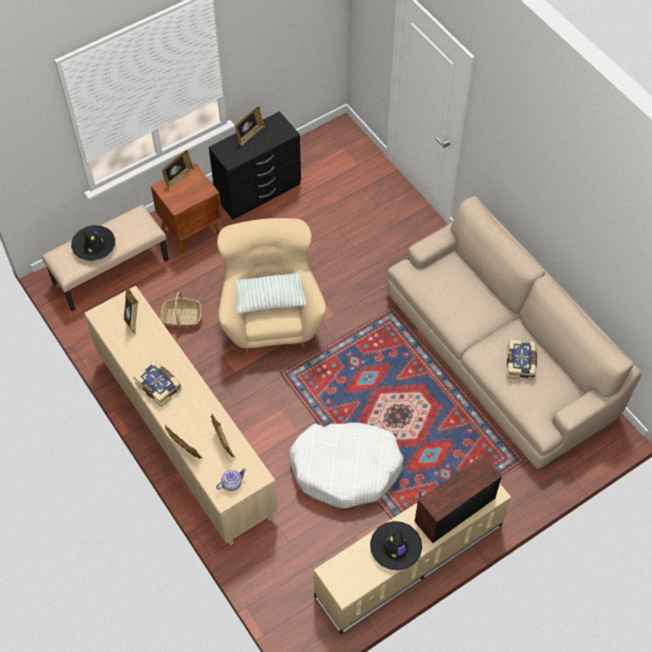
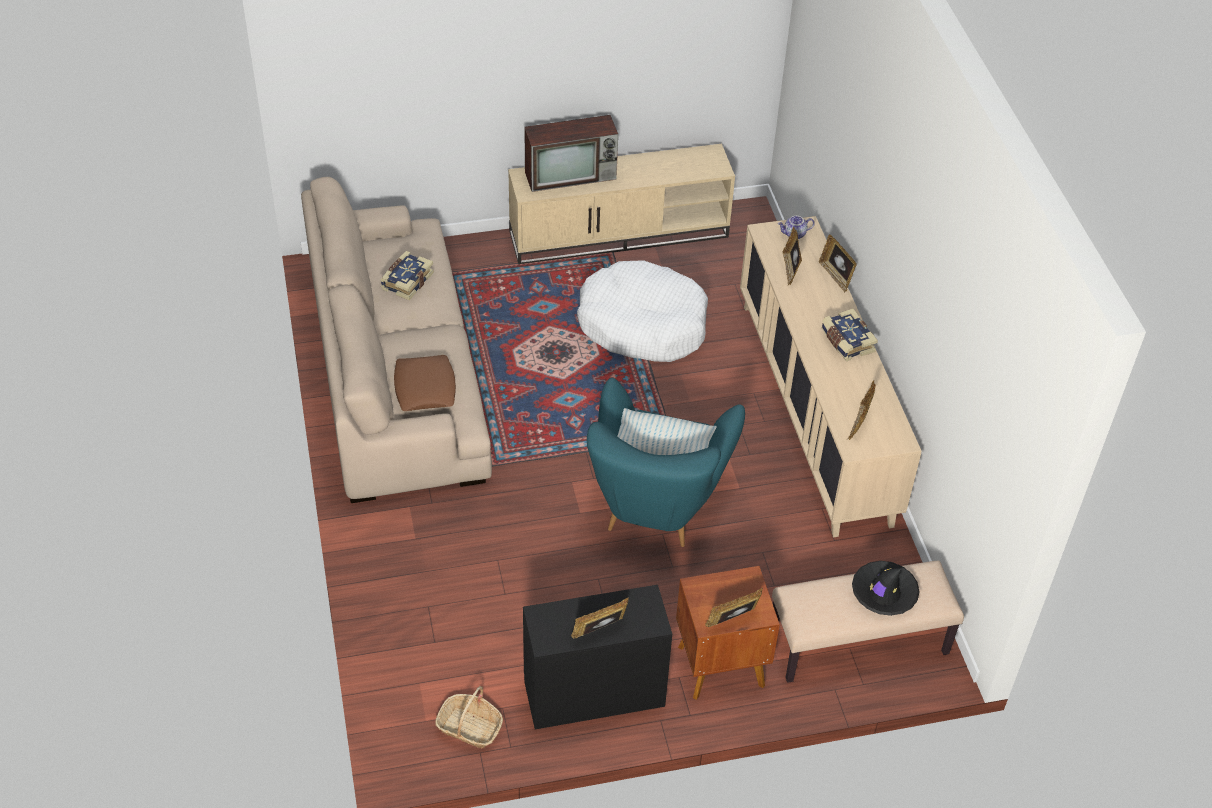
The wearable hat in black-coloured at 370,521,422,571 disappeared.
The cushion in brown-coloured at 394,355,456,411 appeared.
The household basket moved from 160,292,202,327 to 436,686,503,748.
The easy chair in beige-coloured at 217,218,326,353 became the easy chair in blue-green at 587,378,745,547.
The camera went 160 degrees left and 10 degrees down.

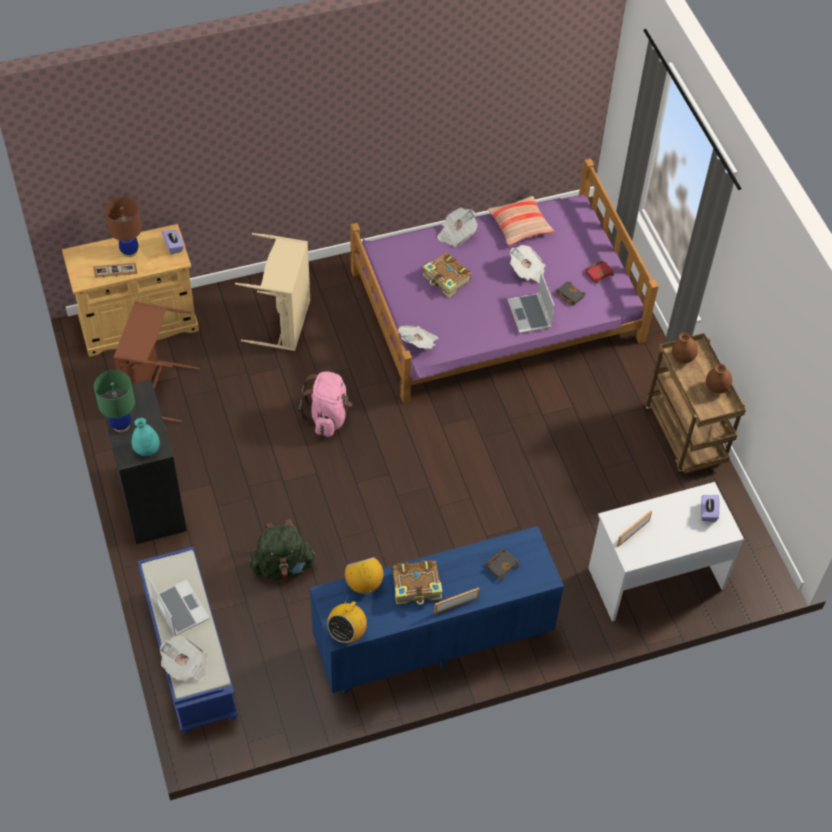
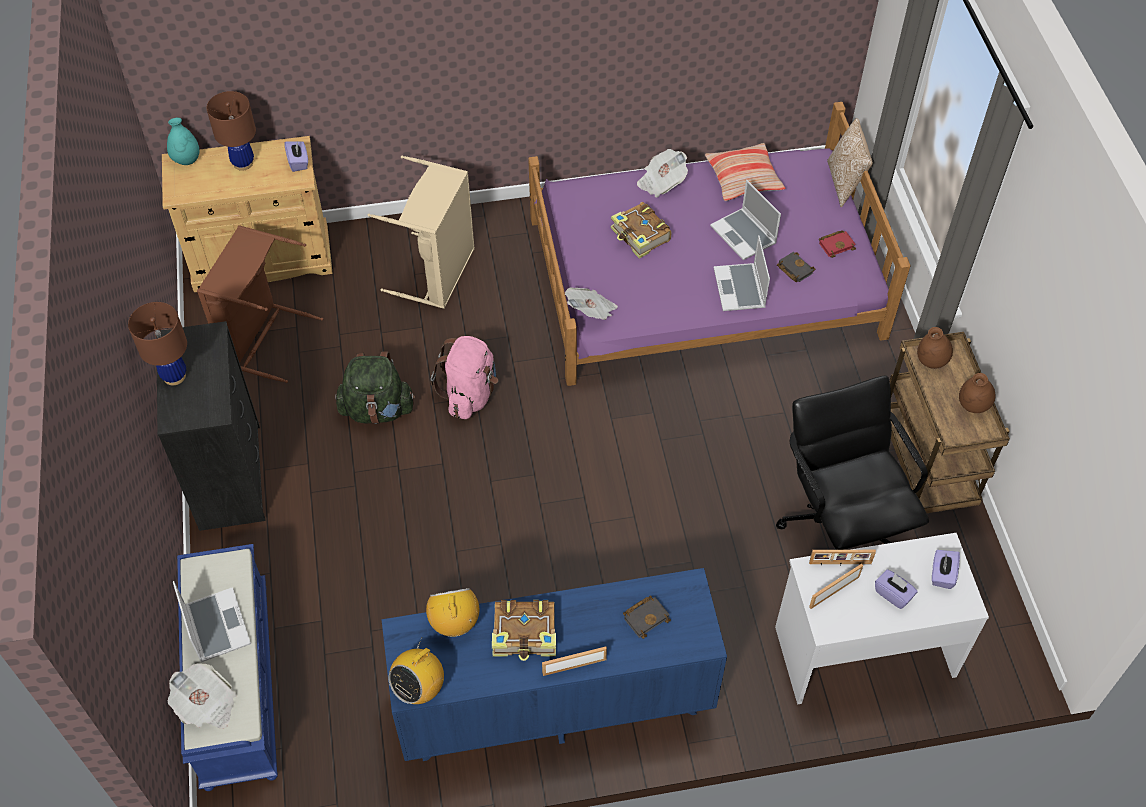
The office chair in black-coloured at 776,375,929,550 appeared.
The cushion at 827,118,873,207 appeared.
The tissue box in purplish at 875,569,918,609 appeared.
The photo frame moved from 93,262,137,278 to 809,550,876,566.
The flower vase in blue-green moved from 132,418,160,456 to 167,118,199,165.
The rucksack in greenish moved from 249,519,316,580 to 335,351,415,424.
The daily paper at 510,245,545,283 was replaced by the notebook computer at 710,180,781,260.
The tabletop lamp in greenish at 94,370,135,432 became the tabletop lamp in brown-coloured at 128,302,187,385.
The camera went 10 degrees right and 0 degrees up.

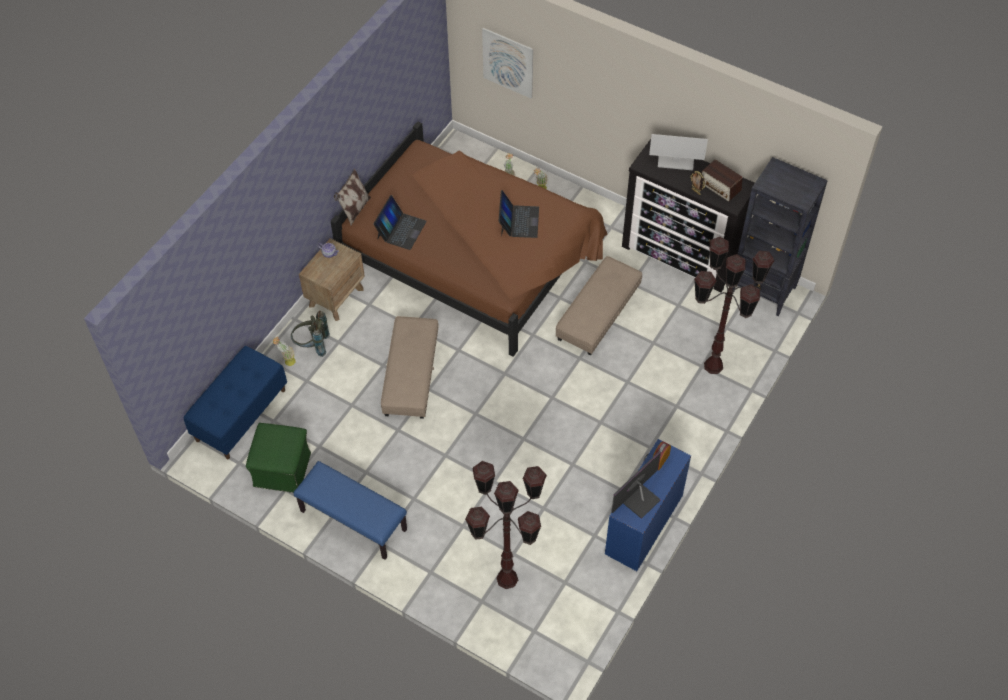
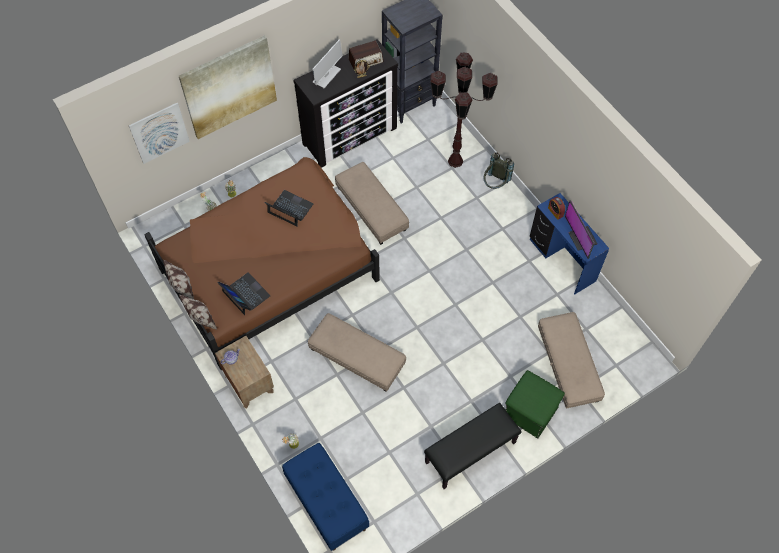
The cushion at 163,260,194,299 appeared.
The wall art at 179,35,277,139 appeared.
The ottoman in greenish moved from 246,423,311,493 to 505,370,565,438.
The rucksack in greyish moved from 291,311,330,357 to 484,152,514,189.
The standing lamp in brown-coloured at 465,461,547,589 was replaced by the ottoman in beige-coloured at 538,312,605,409.
The bench in blue-coloured at 293,461,407,560 became the bench in black-coloured at 424,403,522,489.
The camera went 65 degrees left and 5 degrees up.

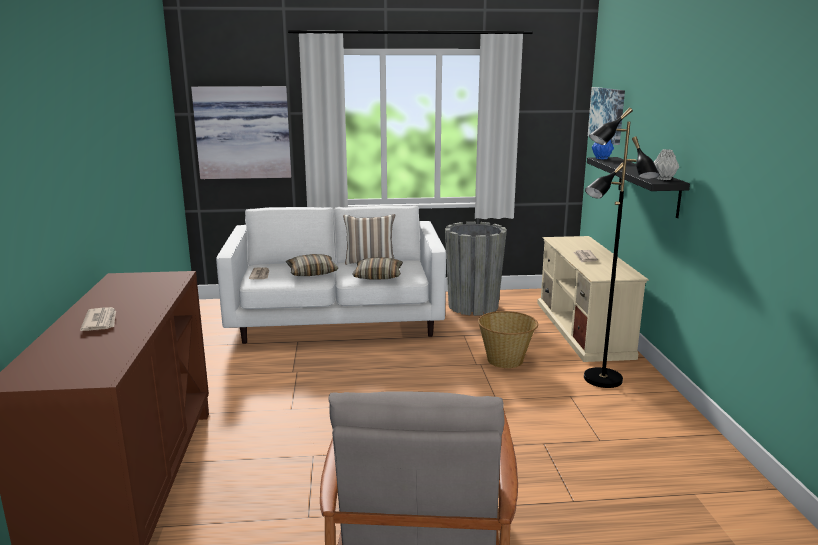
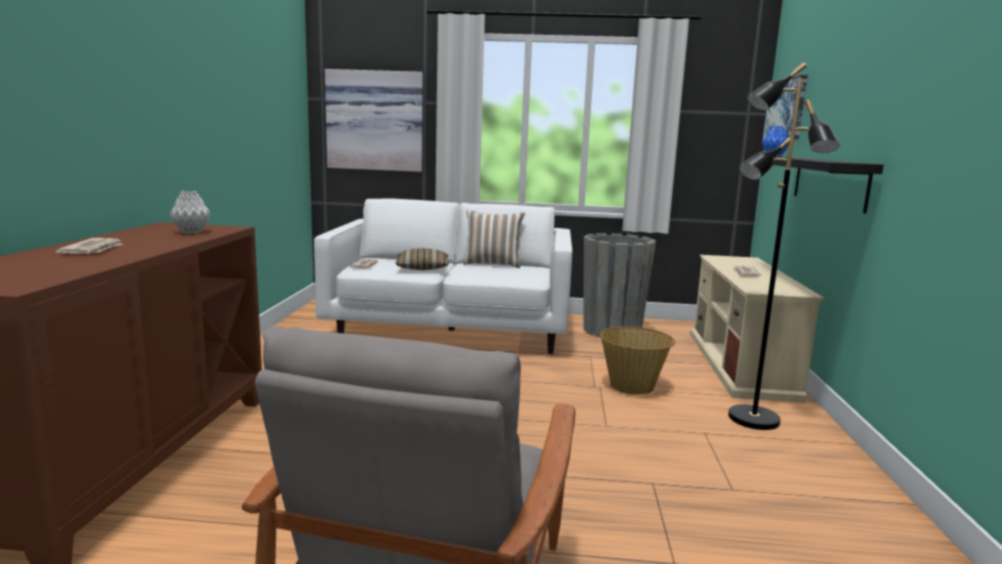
The cushion at 352,257,403,279 disappeared.
The flower vase in greyish moved from 654,149,679,180 to 170,191,210,234.
The camera went 10 degrees right and 5 degrees down.

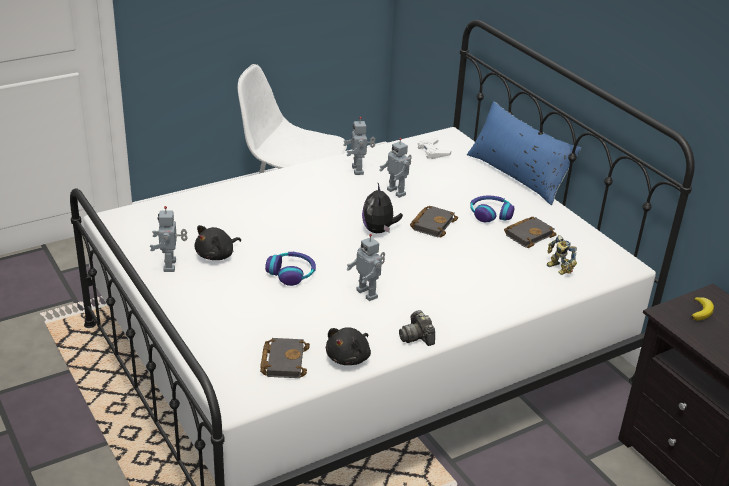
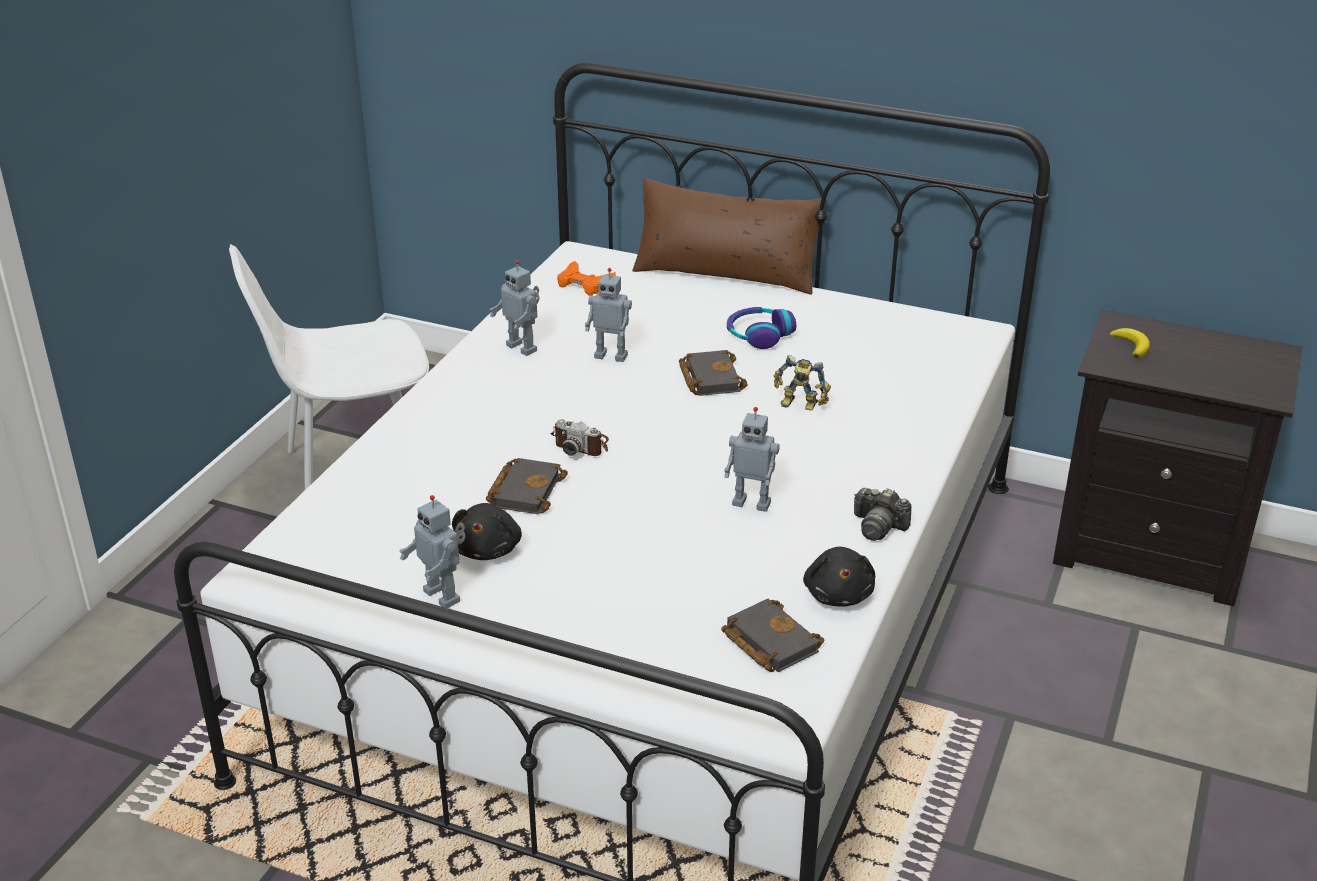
The headset at 265,252,316,286 disappeared.
The soft toy at 362,183,403,233 disappeared.
The photo camera at 551,419,609,456 appeared.
The volume in black-coloured moved from 504,217,557,248 to 486,458,568,514.
The robot figure moved from 547,235,577,275 to 773,355,831,411.
The gamepad in whitish at 418,137,451,159 became the gamepad in orange at 557,261,616,296.
The cushion in blue-coloured at 467,101,582,205 became the cushion in brown-coloured at 632,178,821,295.
The camera went 35 degrees left and 0 degrees up.

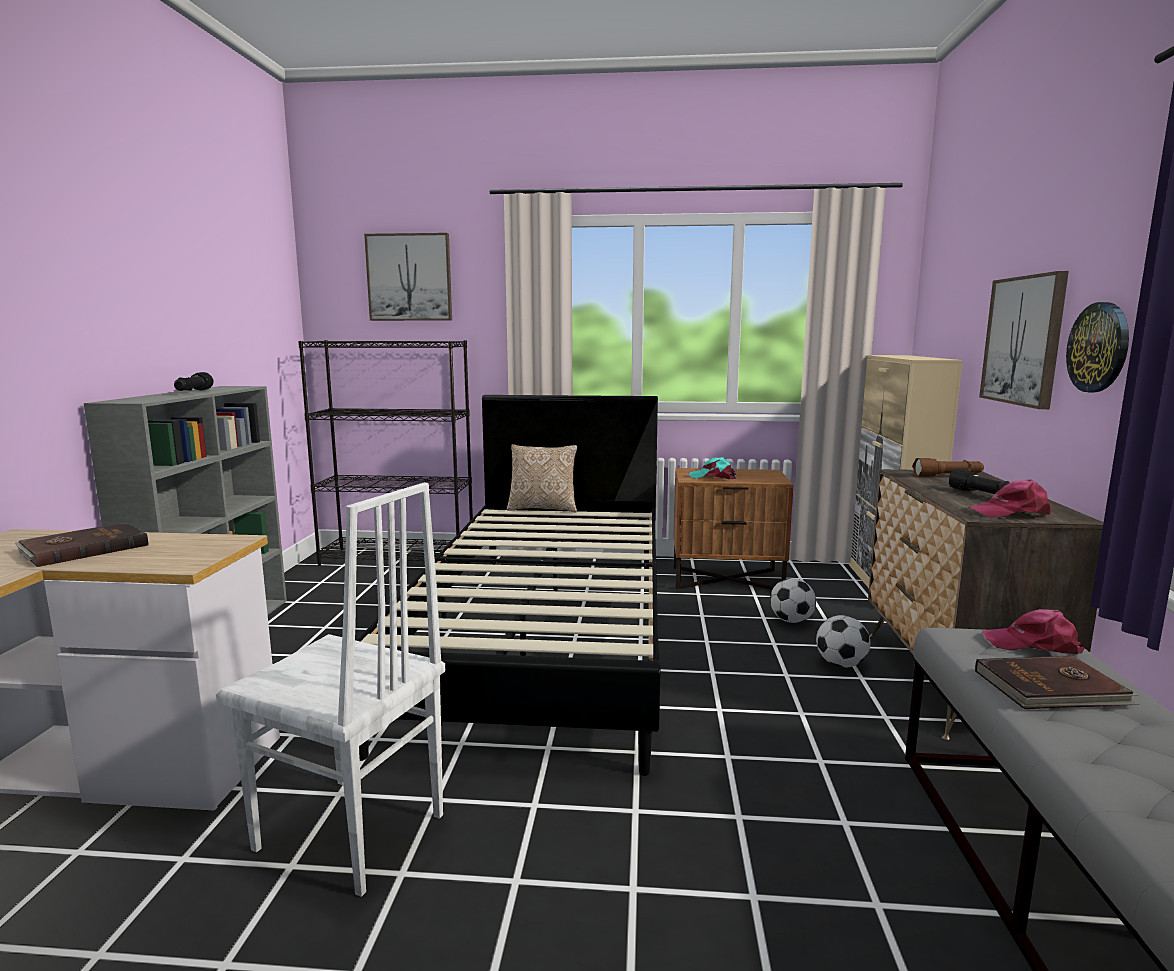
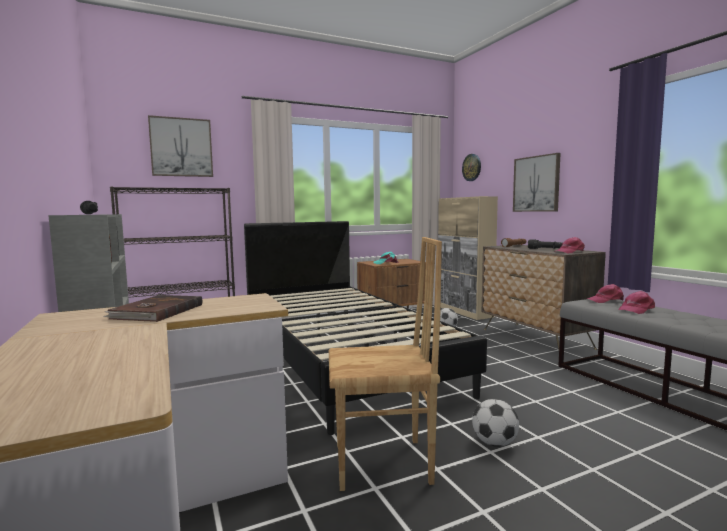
The cushion at 506,444,577,513 disappeared.
The football ball moved from 816,615,870,668 to 472,399,519,447.
The wall clock moved from 1066,302,1129,392 to 462,154,481,181.
The volume in brown-coloured at 975,656,1139,709 was replaced by the peaked cap in pinkish at 618,291,655,314.
The chair in whitish at 216,482,445,897 became the chair in brown-coloured at 329,237,442,491.
The camera went 30 degrees left and 5 degrees down.

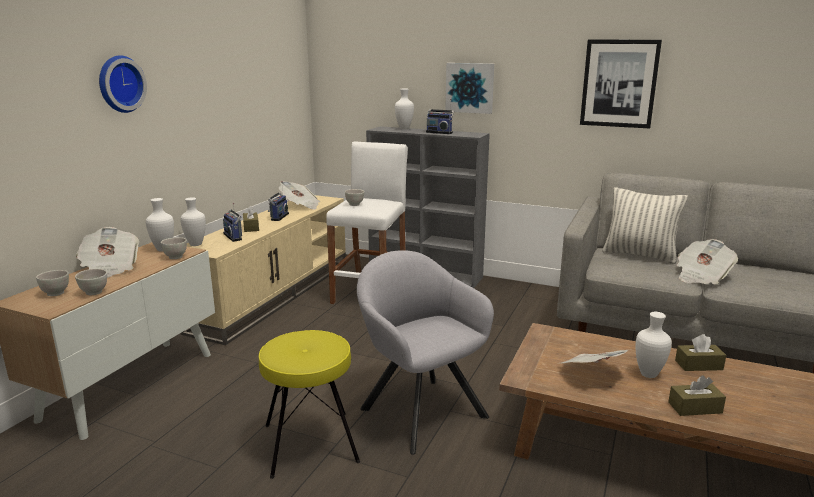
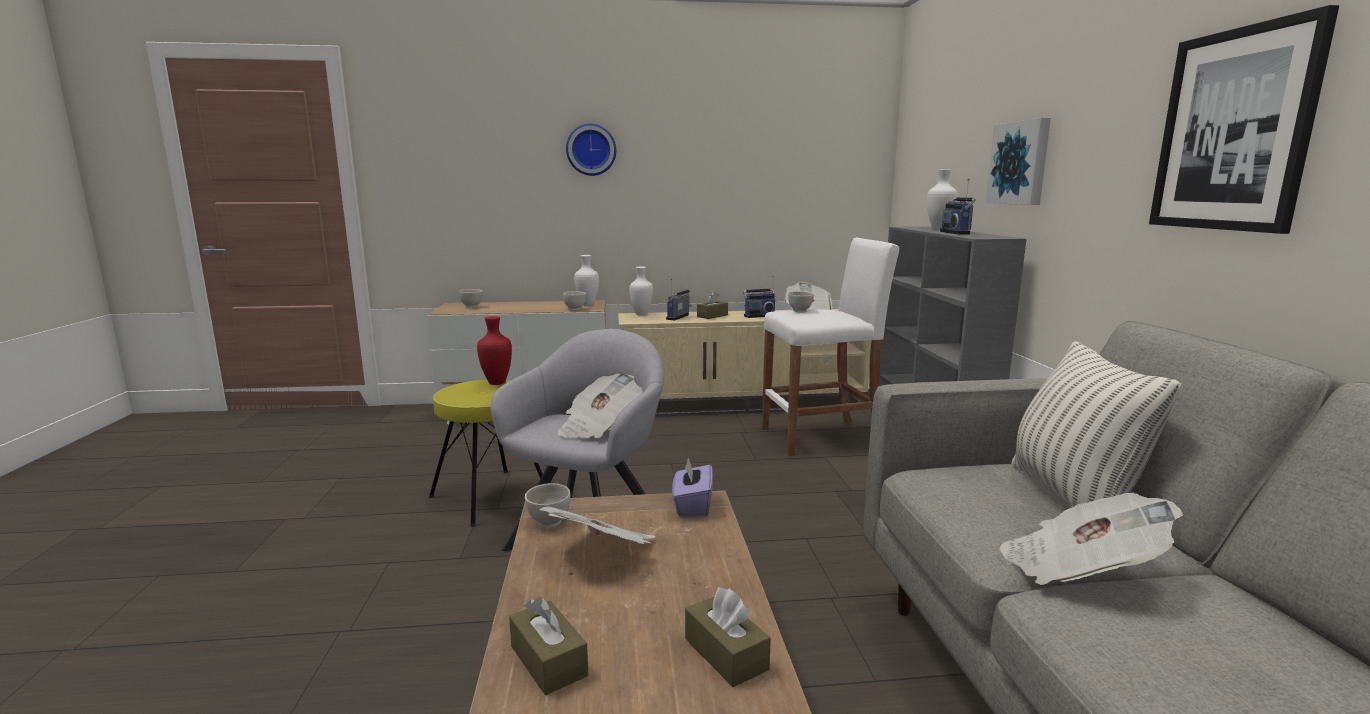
The flower vase in whitish at 636,312,672,378 disappeared.
The flower vase in reddish at 477,316,512,385 appeared.
The tissue box in purplish at 672,458,713,517 appeared.
The deep dish in whitish moved from 75,269,107,295 to 525,483,570,528.
The daily paper moved from 76,227,140,278 to 557,374,643,438.
The camera went 60 degrees right and 5 degrees down.

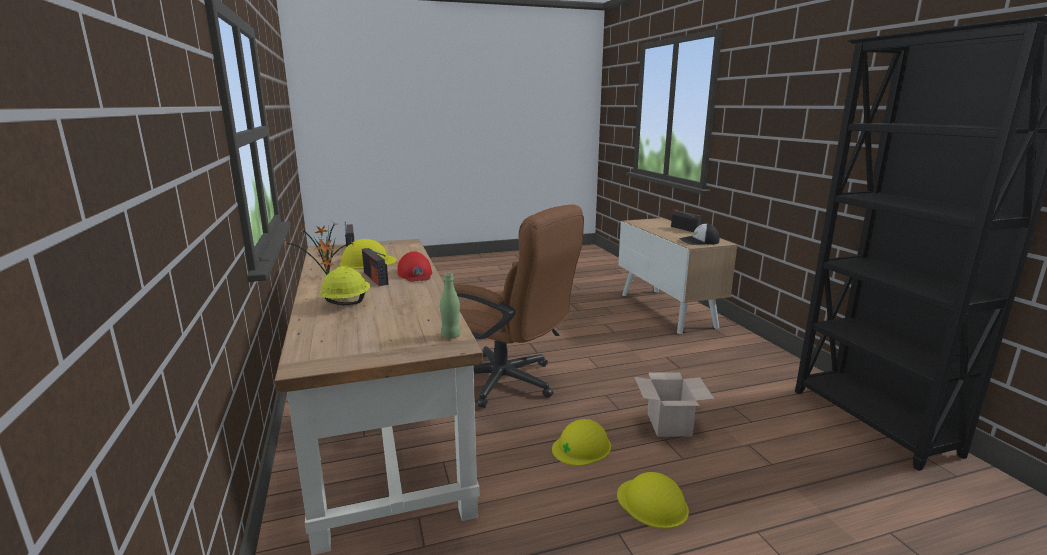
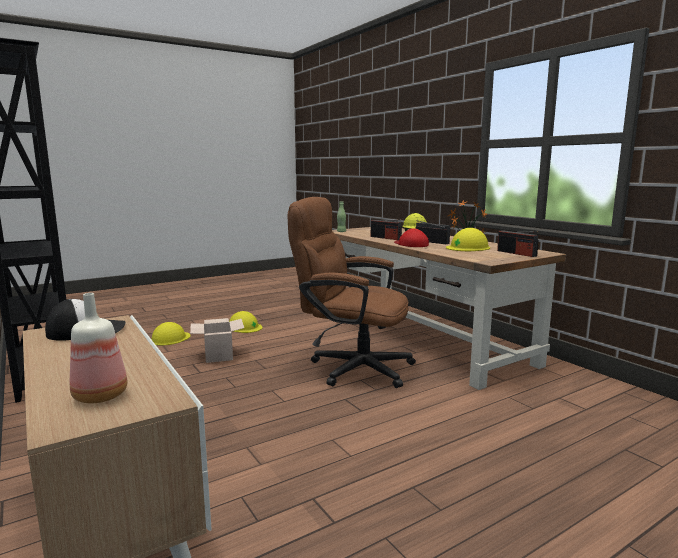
The drink bottle at 70,293,128,403 appeared.
The hard hat in yellow-coloured moved from 552,419,611,466 to 151,322,191,345.
The radio set moved from 671,209,702,232 to 371,219,402,240.
The camera went 165 degrees right and 5 degrees down.

